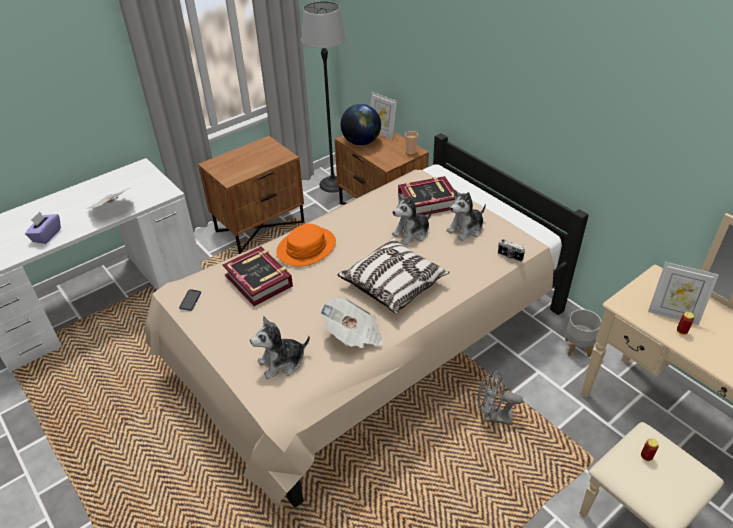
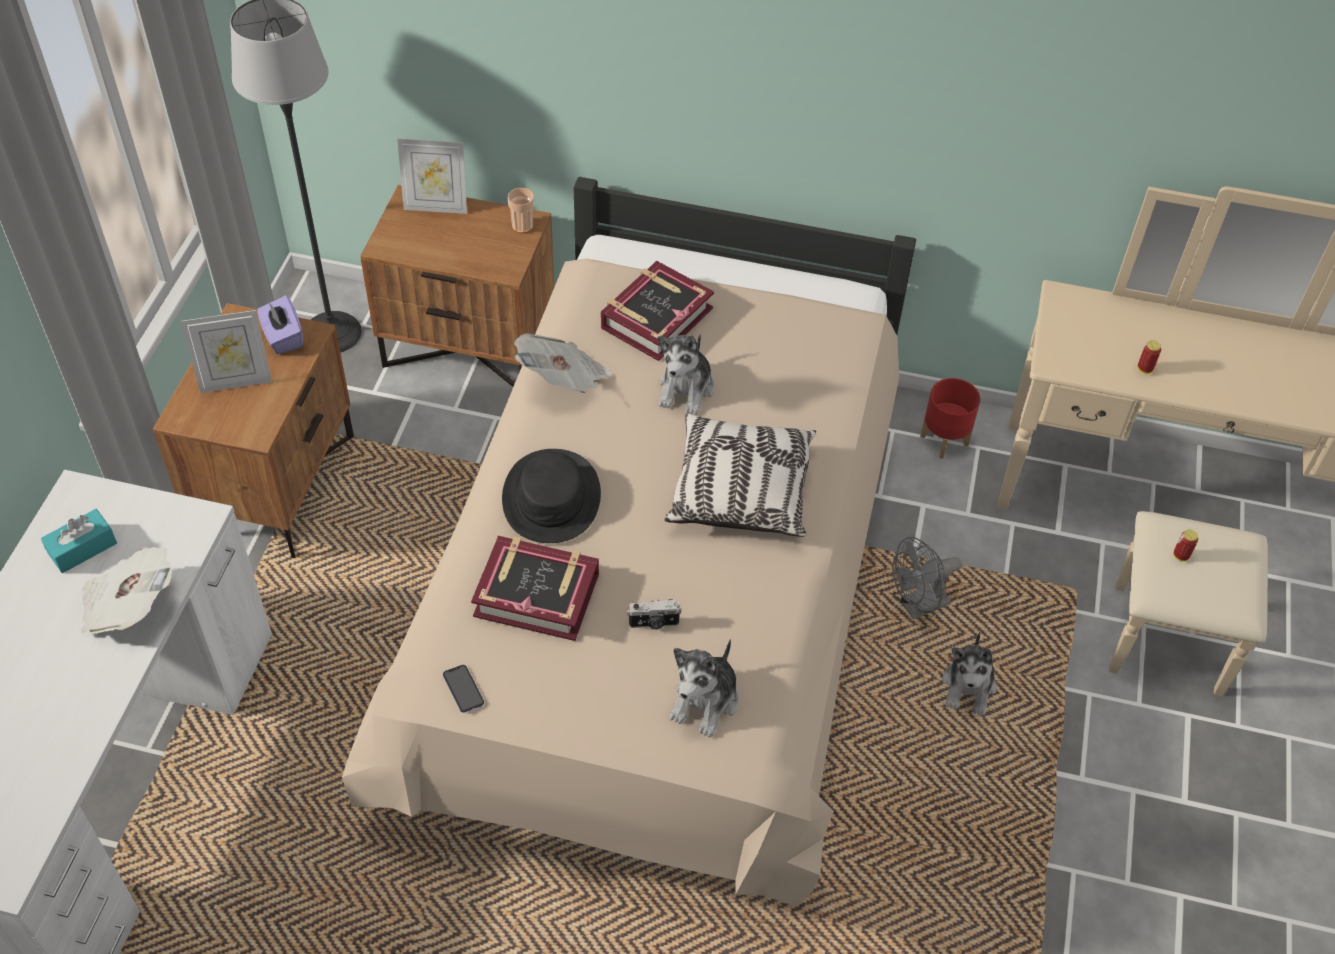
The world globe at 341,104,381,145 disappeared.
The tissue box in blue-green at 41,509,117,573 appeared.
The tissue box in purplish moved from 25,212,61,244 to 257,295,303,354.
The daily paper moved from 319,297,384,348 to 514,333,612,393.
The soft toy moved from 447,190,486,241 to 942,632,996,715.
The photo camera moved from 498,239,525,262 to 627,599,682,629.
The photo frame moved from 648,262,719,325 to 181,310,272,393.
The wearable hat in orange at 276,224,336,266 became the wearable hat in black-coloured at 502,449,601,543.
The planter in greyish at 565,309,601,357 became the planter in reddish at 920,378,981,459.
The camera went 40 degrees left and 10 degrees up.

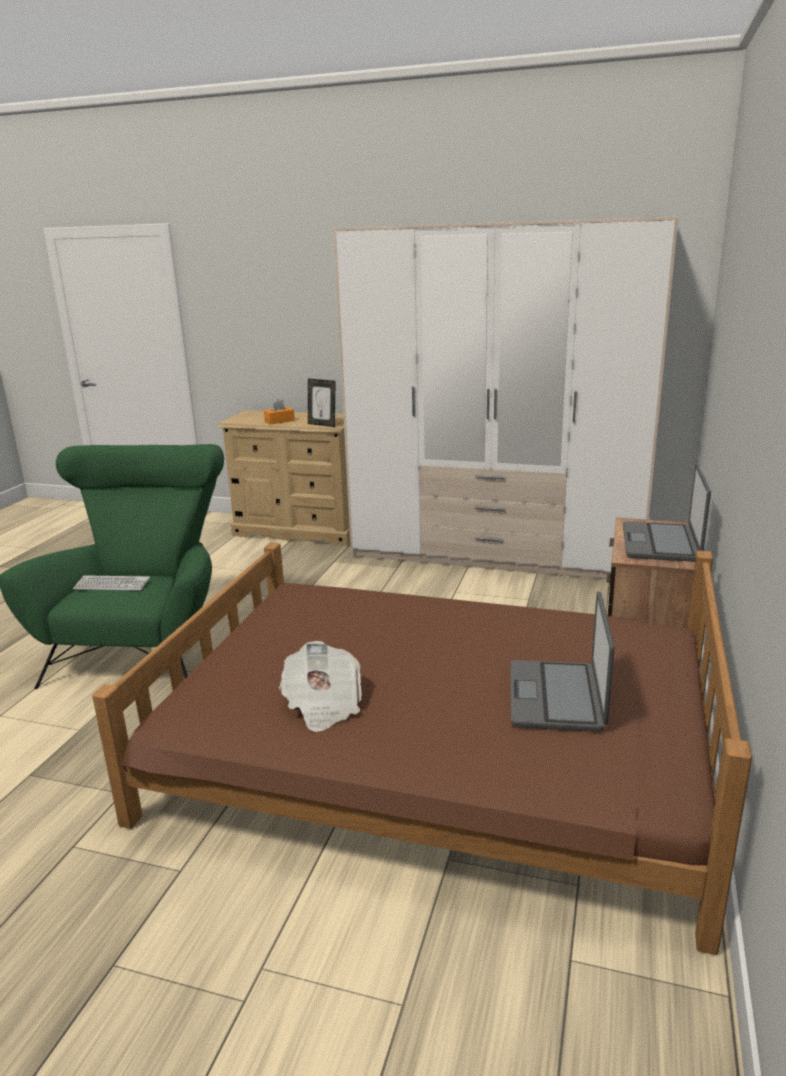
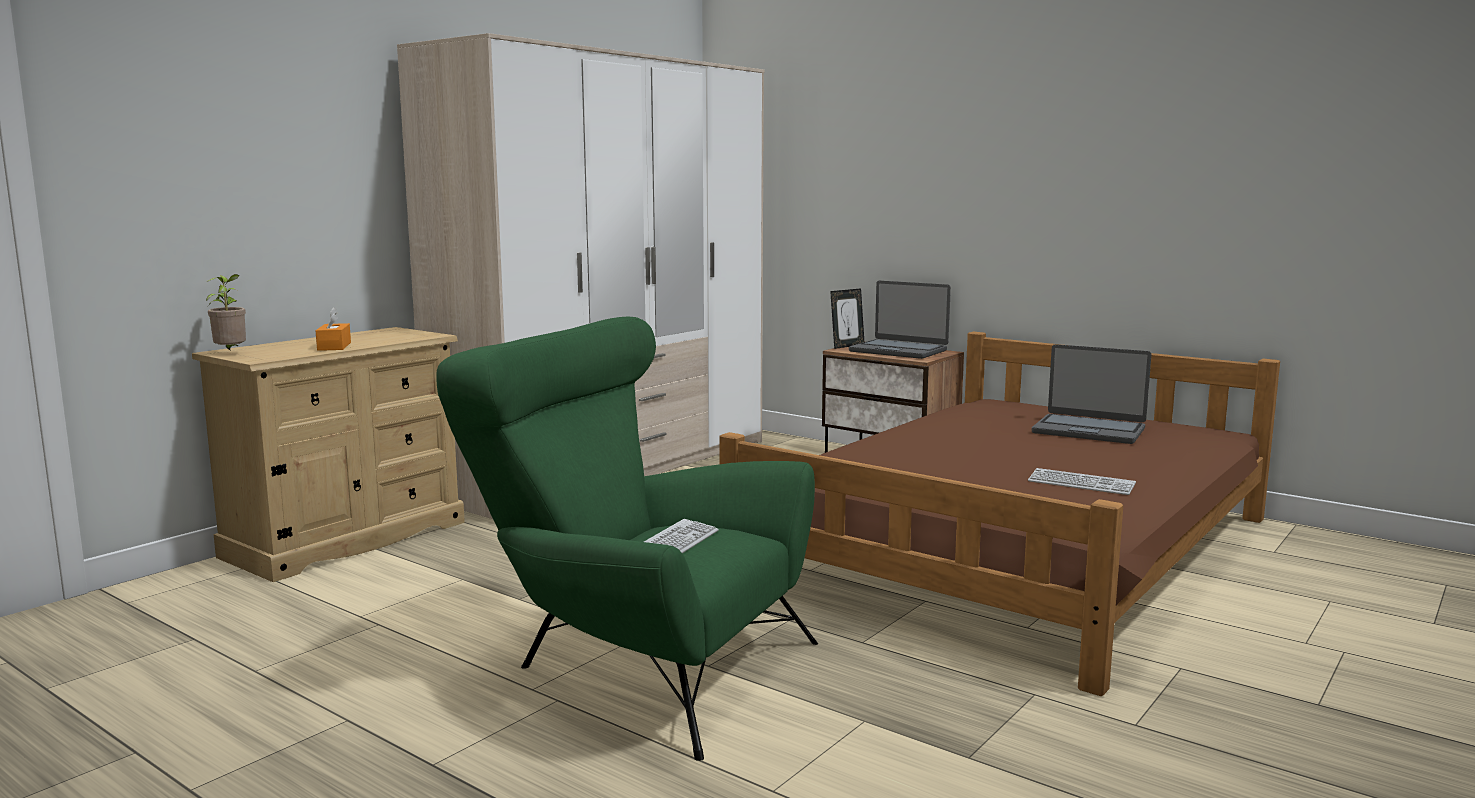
The houseplant at 206,274,246,351 appeared.
The photo frame moved from 308,379,335,427 to 830,288,864,349.
The daily paper at 279,641,362,732 was replaced by the PC keyboard at 1028,468,1136,495.
The camera went 70 degrees left and 10 degrees down.

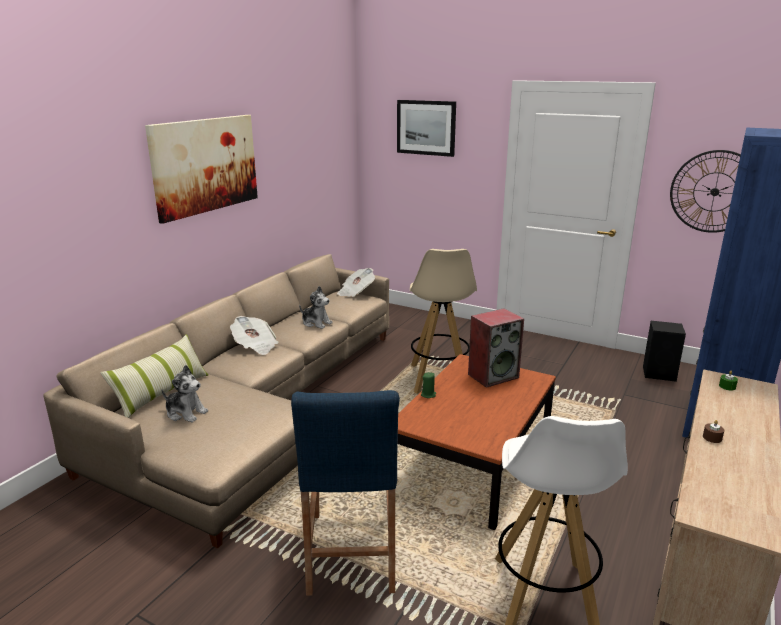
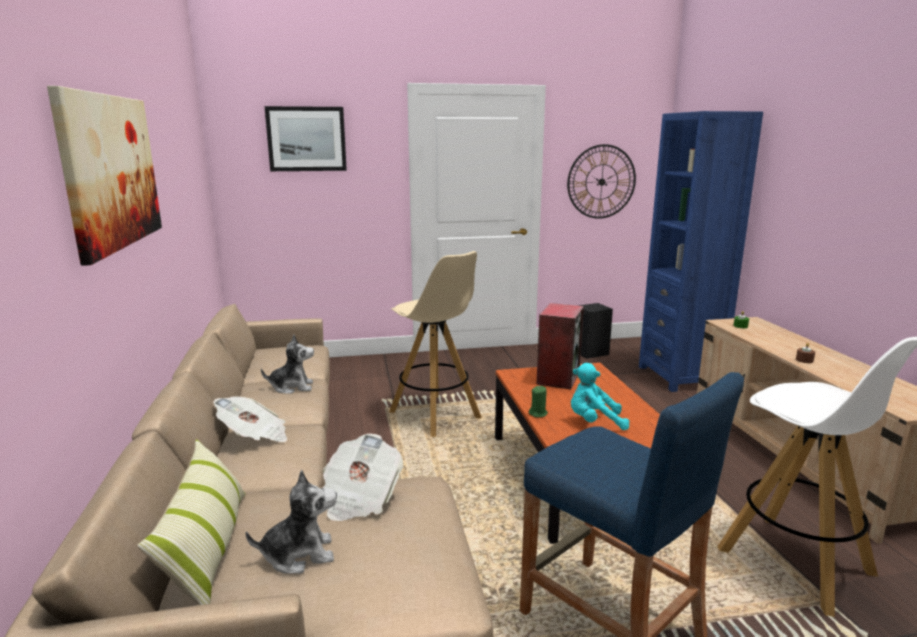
The soft toy in blue-green at 571,363,629,430 appeared.
The daily paper moved from 337,268,375,297 to 322,433,404,521.
The camera went 40 degrees left and 5 degrees down.

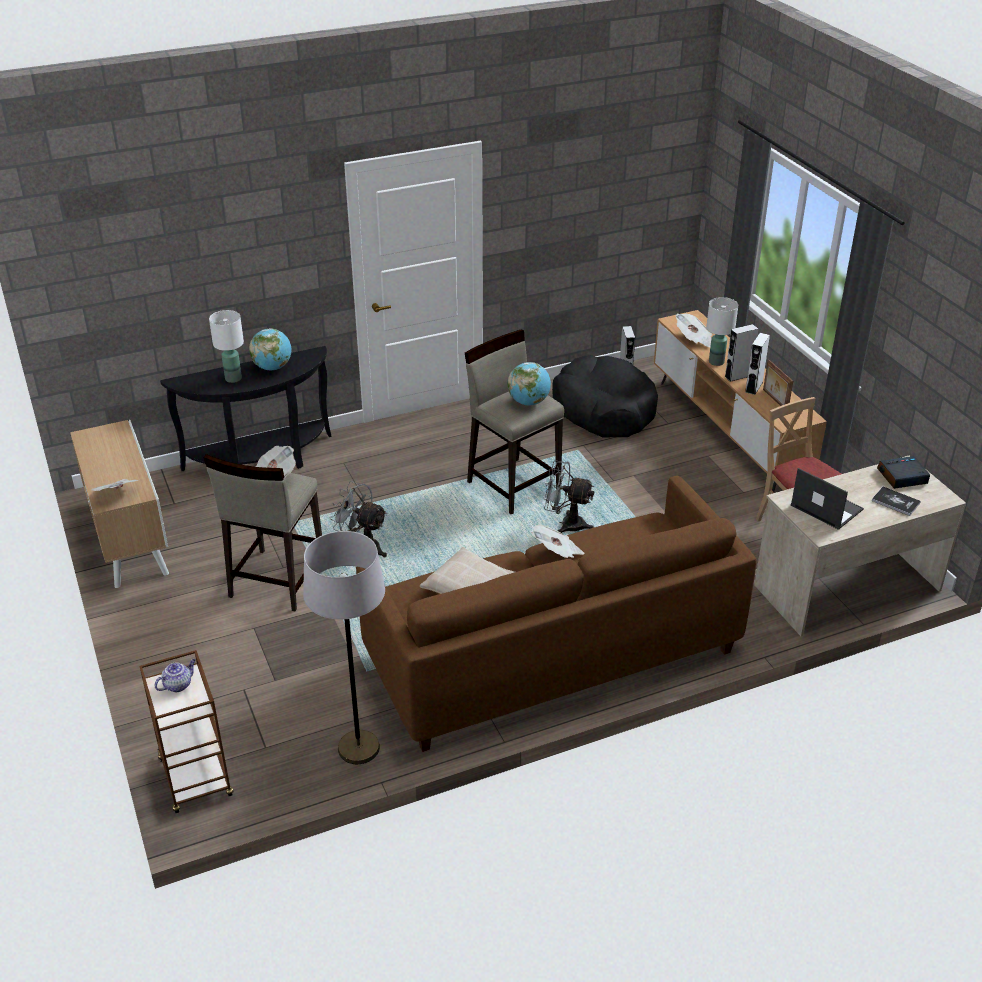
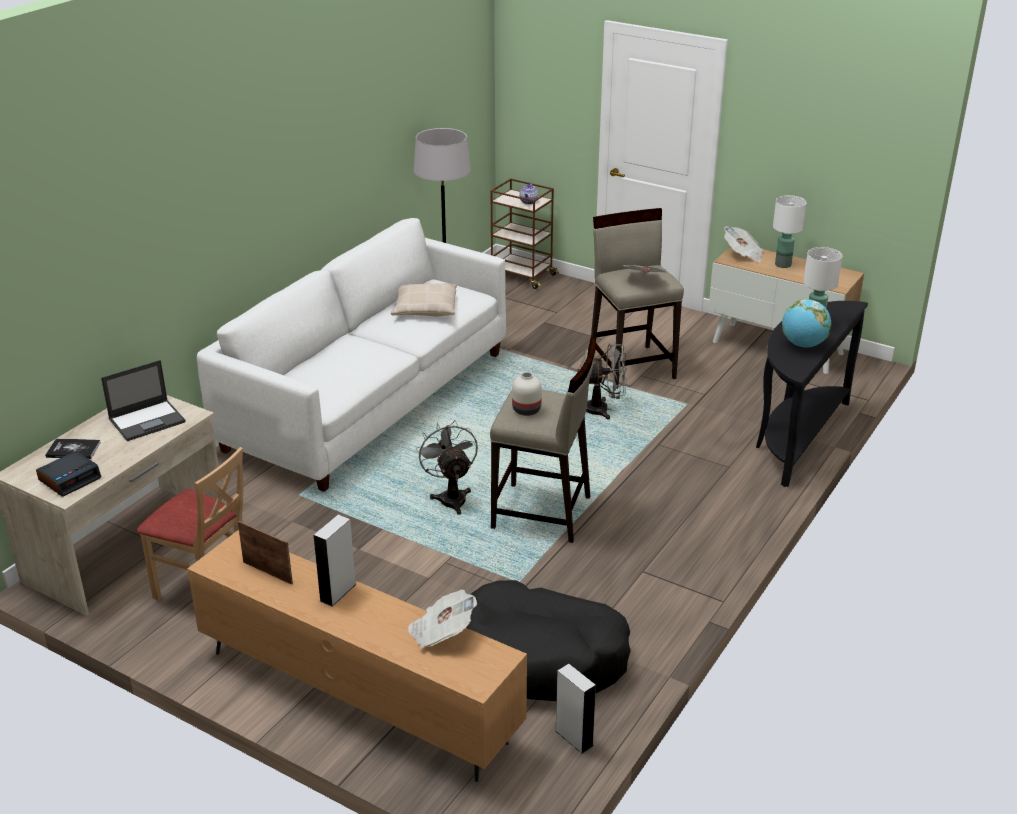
The daily paper at 531,525,585,558 disappeared.
The loudspeaker in whitish at 745,333,770,395 disappeared.
The tabletop lamp in whitish moved from 706,297,738,366 to 773,195,807,268.
The world globe at 508,362,551,405 was replaced by the flower vase in whitish at 512,372,542,416.
The sofa in brown-coloured at 356,476,757,752 became the sofa in whitish at 197,218,506,492.
The electric fan in greyish at 544,460,594,533 turned 90 degrees counterclockwise.
The notebook computer at 791,468,864,530 turned 45 degrees counterclockwise.
The camera went 145 degrees right and 5 degrees down.

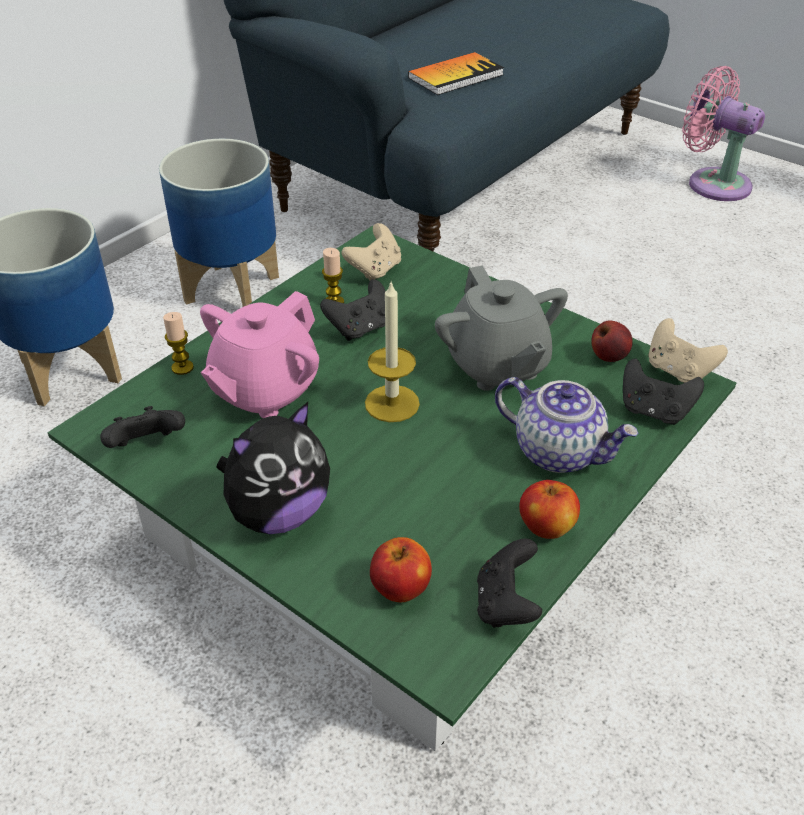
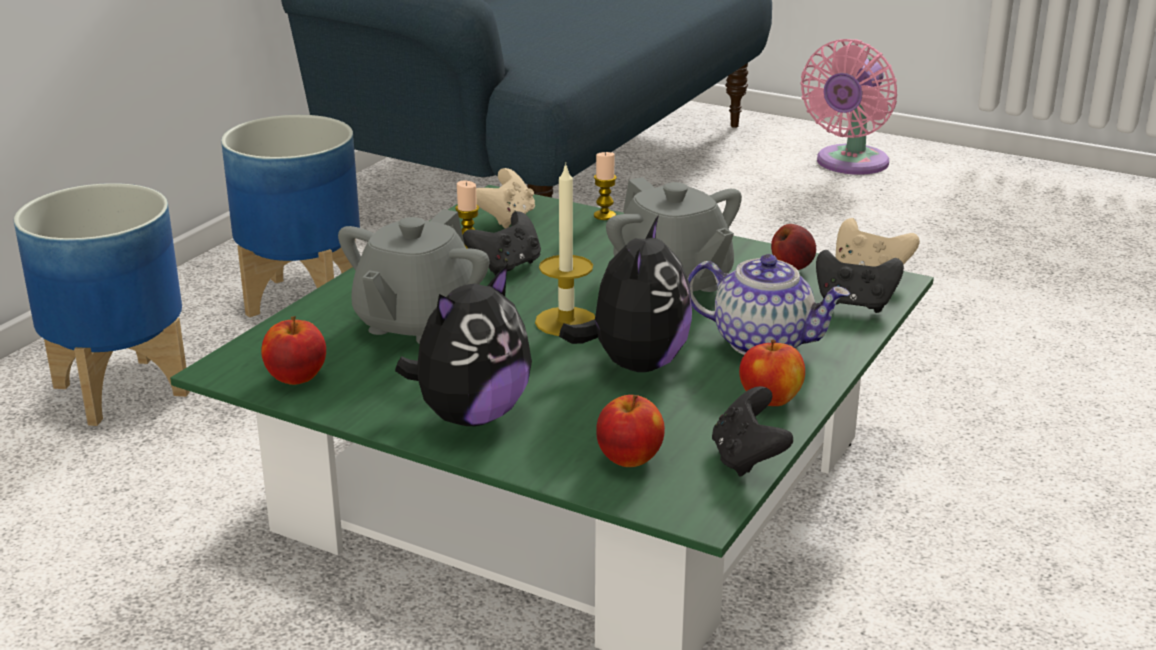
The volume at 408,52,504,95 disappeared.
The soft toy at 559,215,692,372 appeared.
The candle moved from 163,312,194,375 to 594,152,617,220.
The gamepad in black-coloured at 100,406,185,448 was replaced by the apple fruit at 261,316,326,385.
The pot for tea in pinkish at 200,291,319,418 became the pot for tea in greyish at 338,209,489,344.
The electric fan in pinkish at 682,66,765,201 turned 90 degrees counterclockwise.
The camera went 10 degrees left and 15 degrees down.

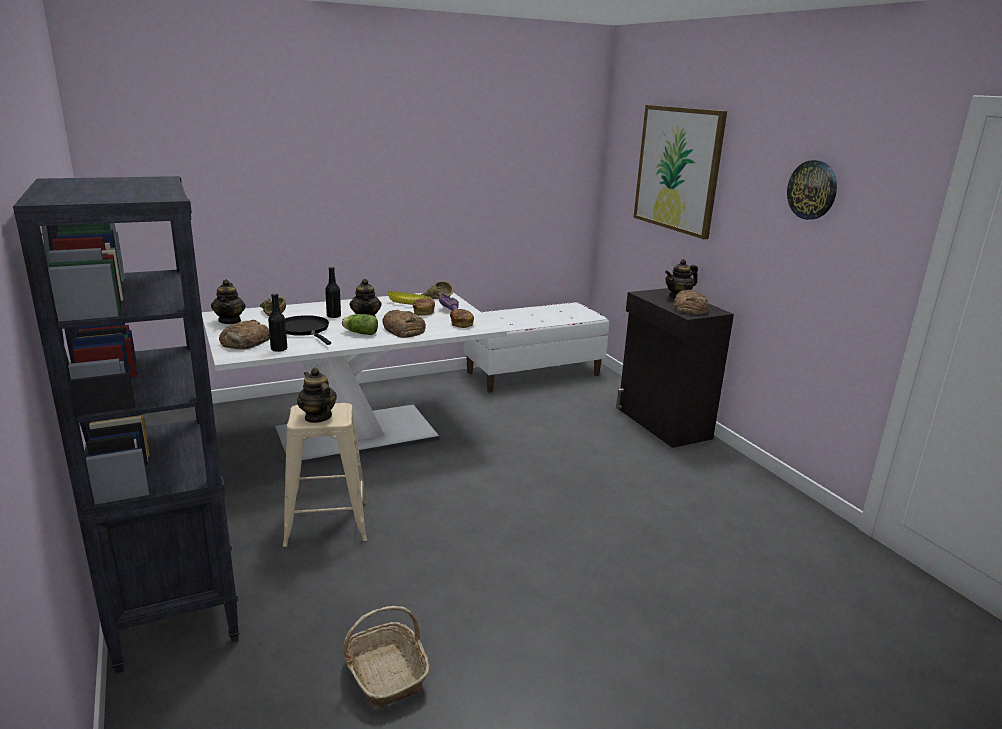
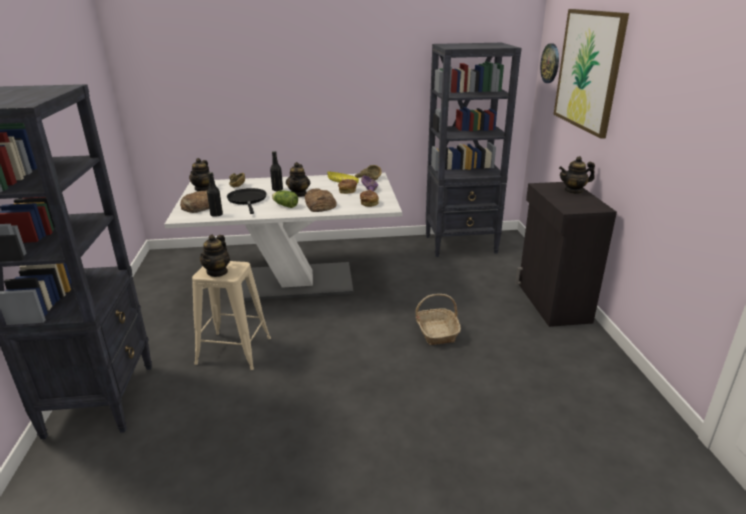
The baked bread at 674,290,709,315 disappeared.
The household basket moved from 343,606,429,708 to 415,294,461,345.
The wall clock moved from 787,160,837,220 to 540,43,559,83.
The bench in whitish at 463,302,609,393 was replaced by the shelving unit in black-coloured at 426,43,522,257.
The pot for tea at 297,368,337,423 turned 150 degrees counterclockwise.
The camera went 20 degrees right and 5 degrees up.

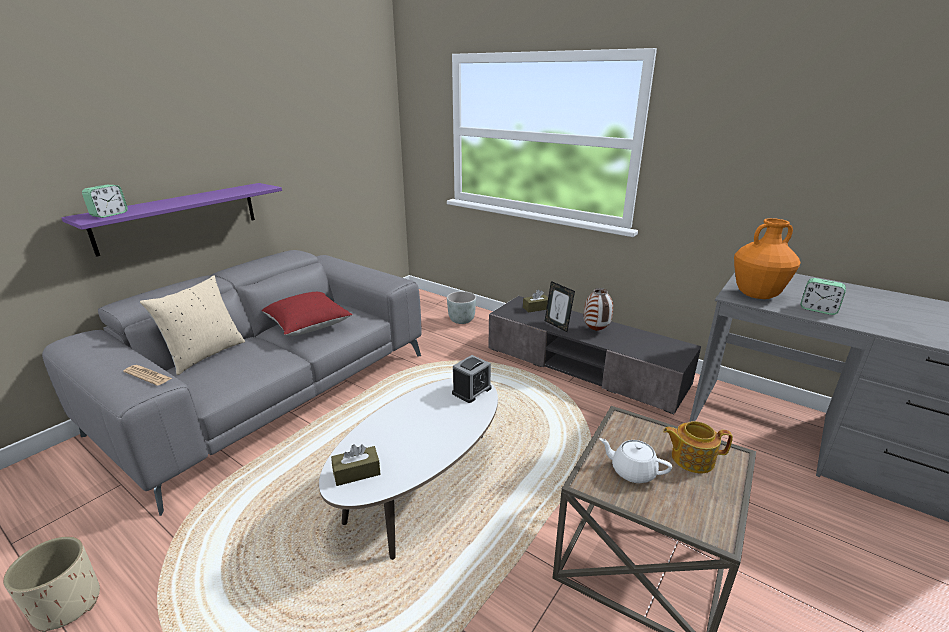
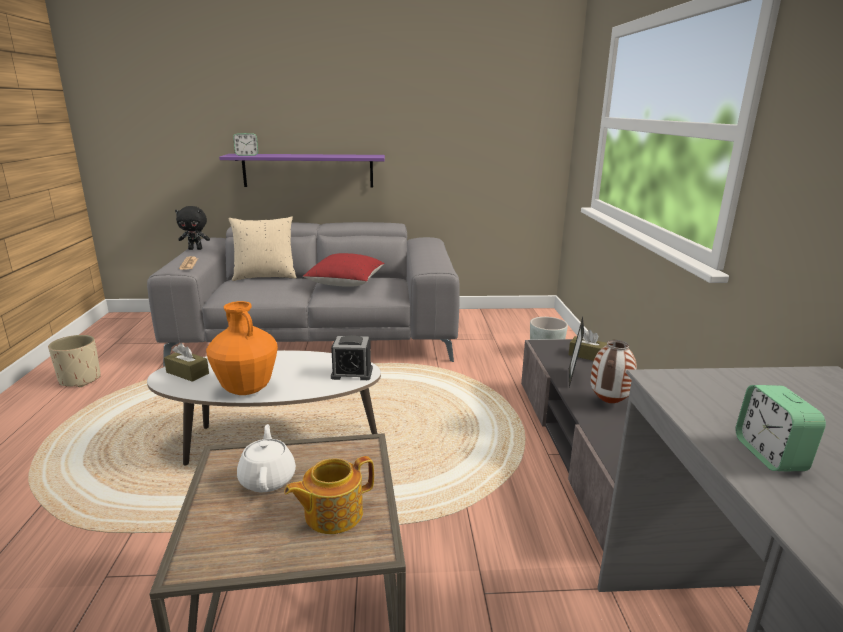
The soft toy in black-coloured at 175,206,210,250 appeared.
The flower vase in orange moved from 734,218,801,299 to 206,301,278,395.
The pot for tea at 663,421,733,473 turned 90 degrees counterclockwise.
The camera went 50 degrees right and 5 degrees down.

